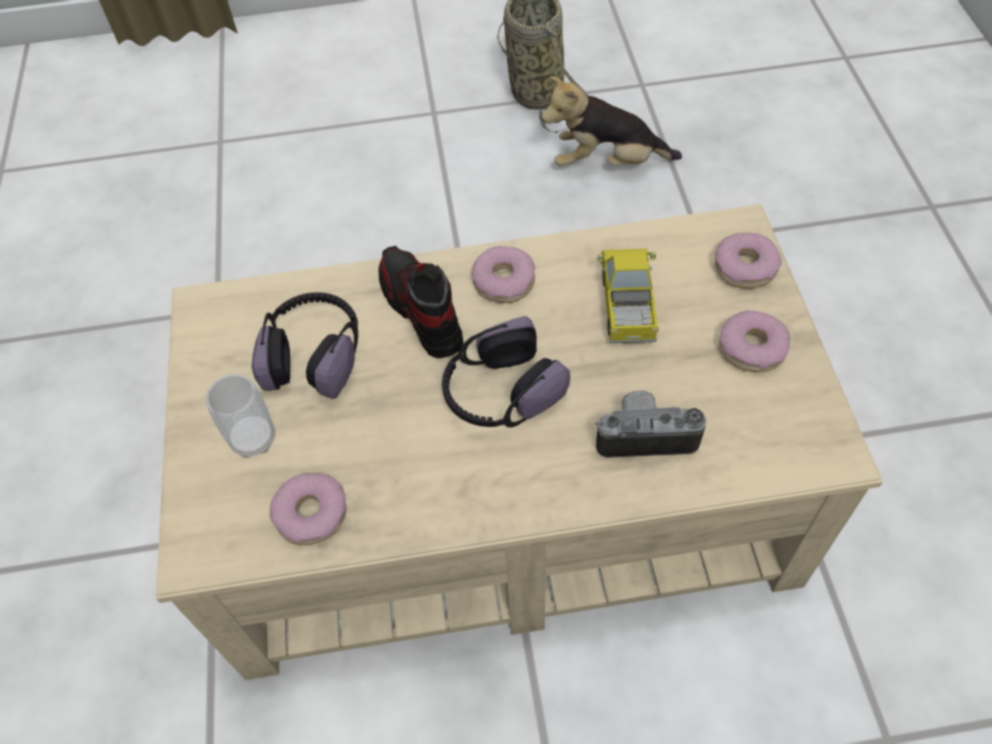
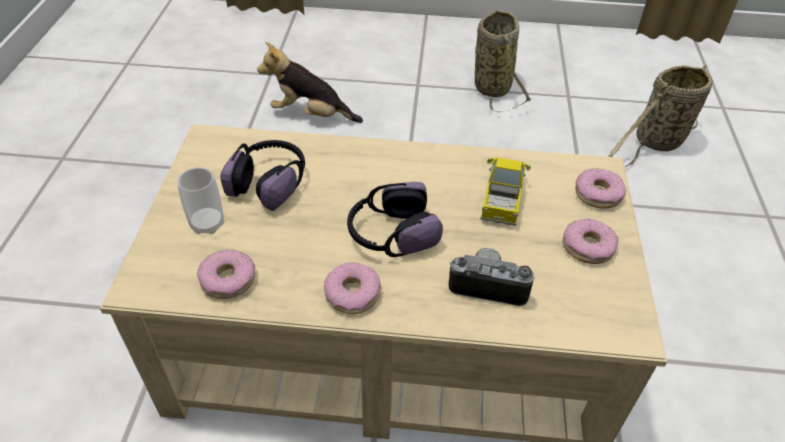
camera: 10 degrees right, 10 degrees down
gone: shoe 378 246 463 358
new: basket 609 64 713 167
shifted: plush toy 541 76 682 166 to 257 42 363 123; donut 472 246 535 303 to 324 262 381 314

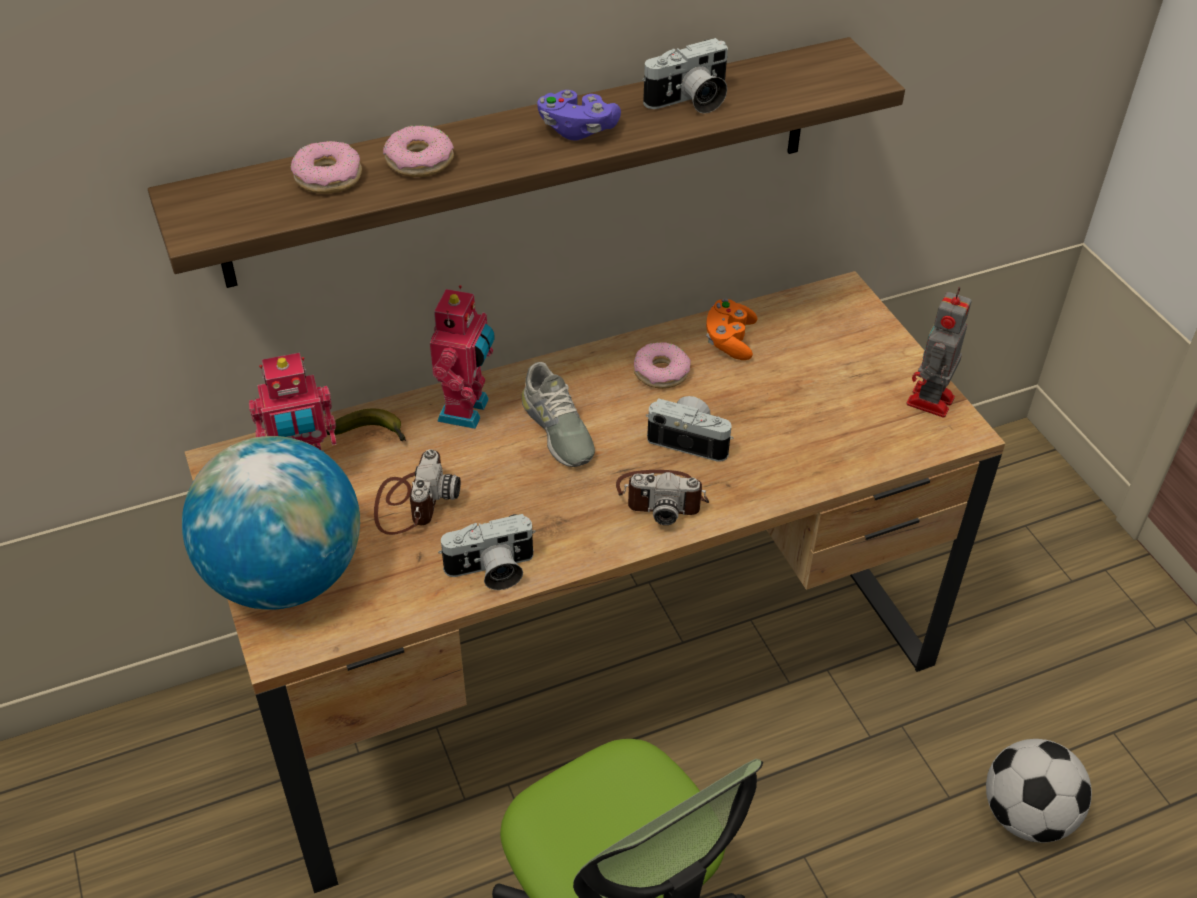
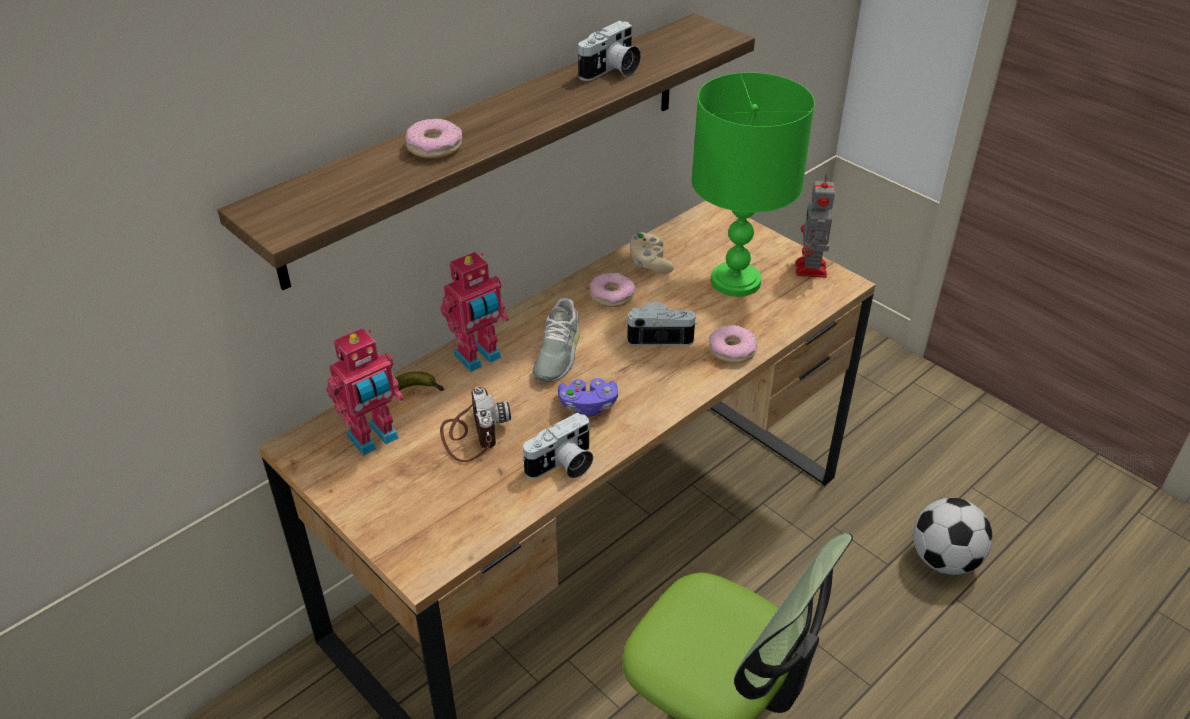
camera: 20 degrees left, 5 degrees down
gone: globe 182 436 360 610; photo camera 616 470 709 525
new: green table lamp 692 72 815 297
shifted: purple game controller 537 90 621 141 to 558 378 618 417; donut 290 141 362 194 to 709 325 757 363
repainted: orange game controller 706 299 757 360 to beige game controller 630 232 674 274
rotated: toy robot 430 285 495 429 = 440 252 509 372 60 degrees clockwise; grey shoe 521 362 595 467 = 532 298 580 382 60 degrees clockwise

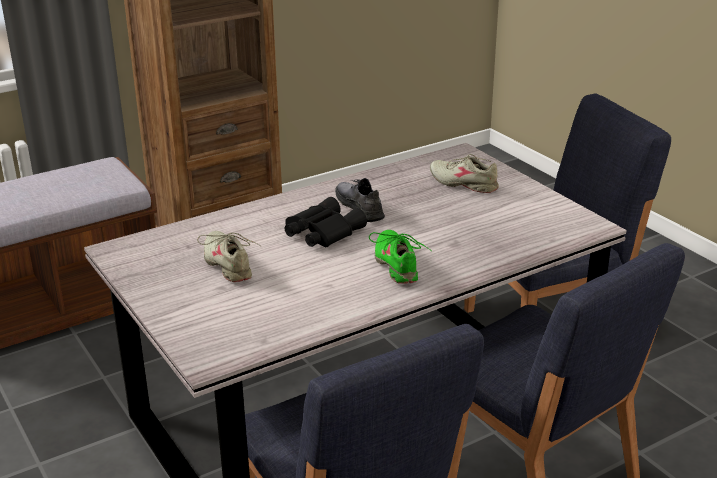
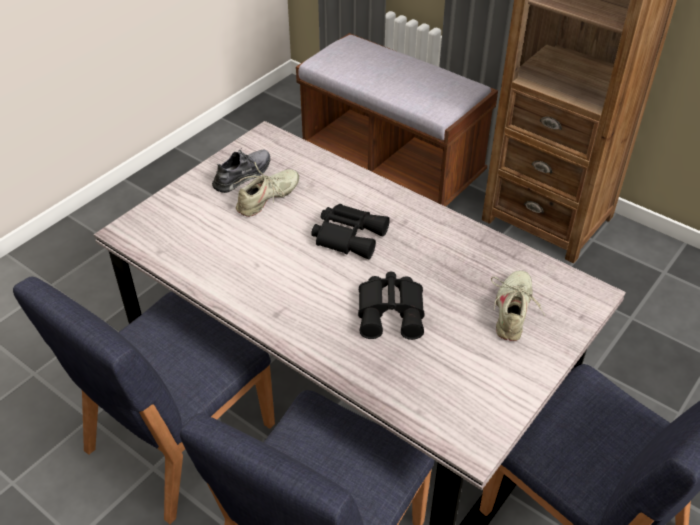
camera: 70 degrees right, 15 degrees up
gone: green shoe 369 230 431 284
new: black binoculars 358 272 424 340
shifted: grey shoe 335 178 385 222 to 212 149 270 193

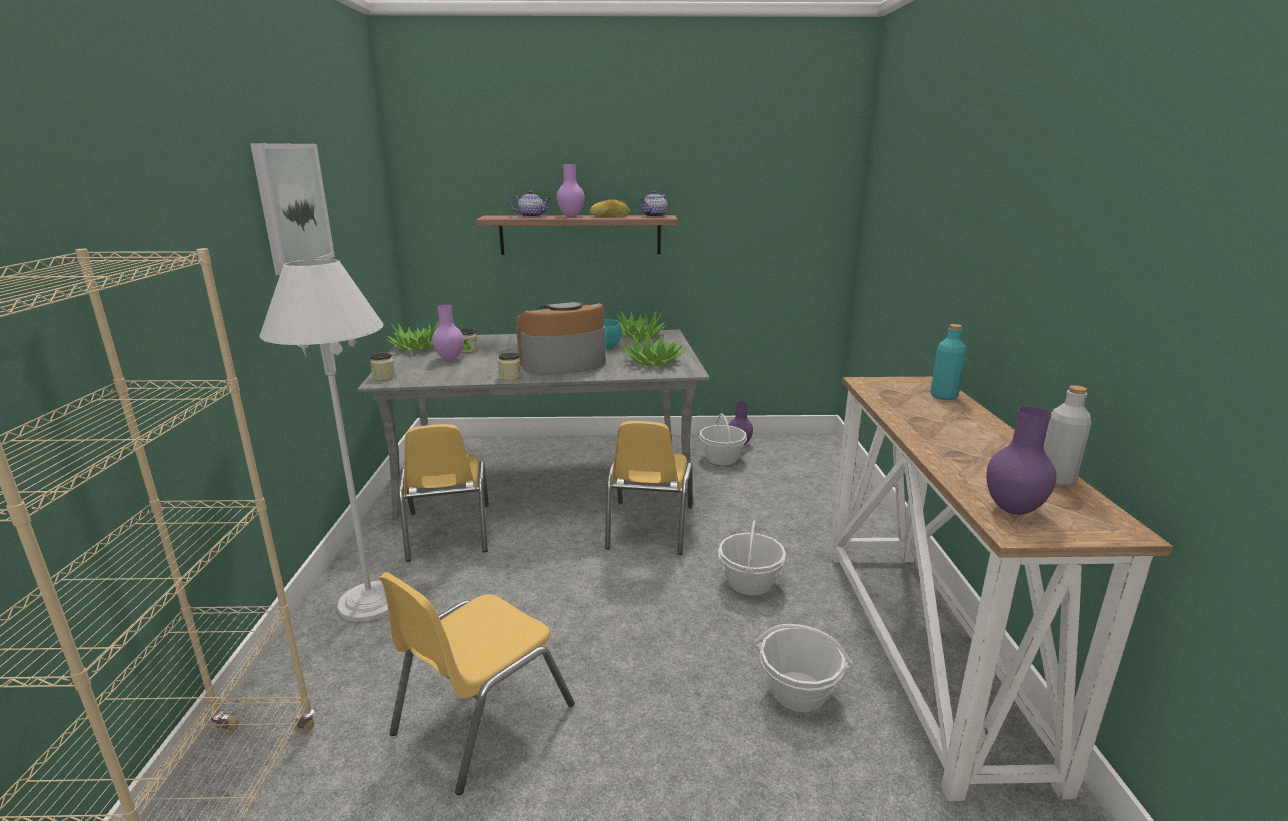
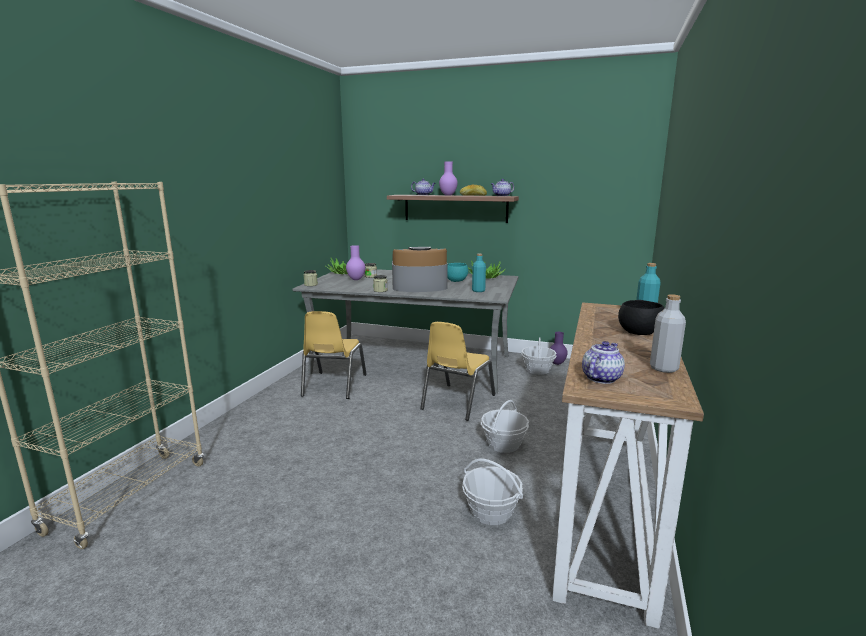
camera: 20 degrees right, 5 degrees down
gone: picture 250 143 335 275; white floor lamp 259 258 389 622; yellow chair 379 572 574 795
new: black bowl 618 300 665 335
swapped: potted plant 621 331 686 367 to turquoise bottle 472 254 486 292; purple vase 986 406 1057 515 to teapot 582 341 625 384

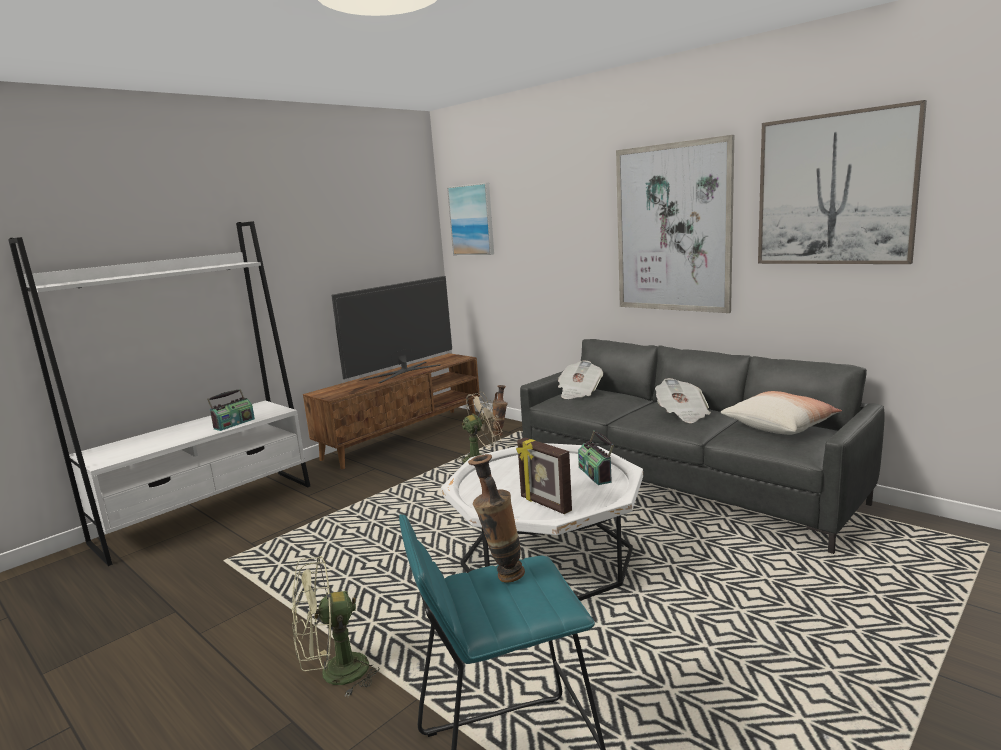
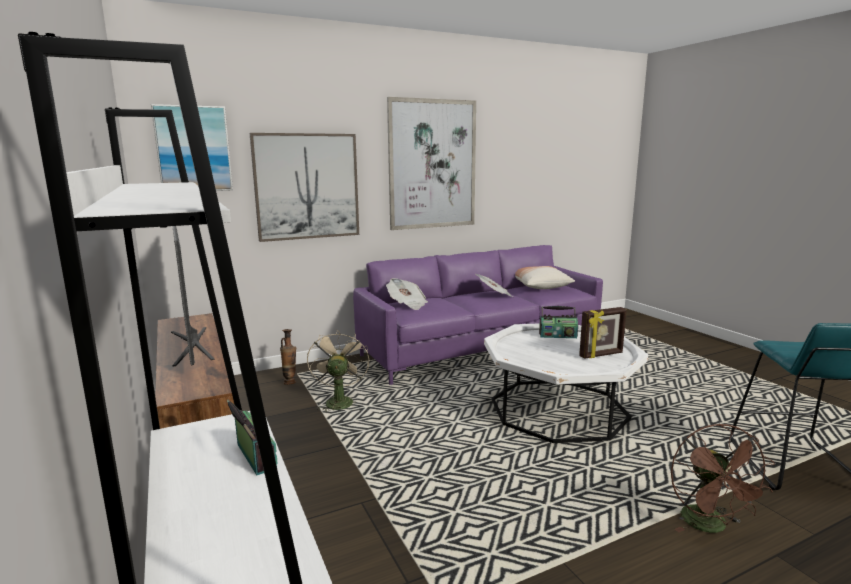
camera: 70 degrees left, 0 degrees up
gone: vase 468 454 525 583
shifted: picture 758 100 927 264 to 250 133 359 242
repainted: grey sofa 520 339 884 554 to purple sofa 353 245 603 385; green fan 292 556 380 697 to brown fan 671 424 775 533

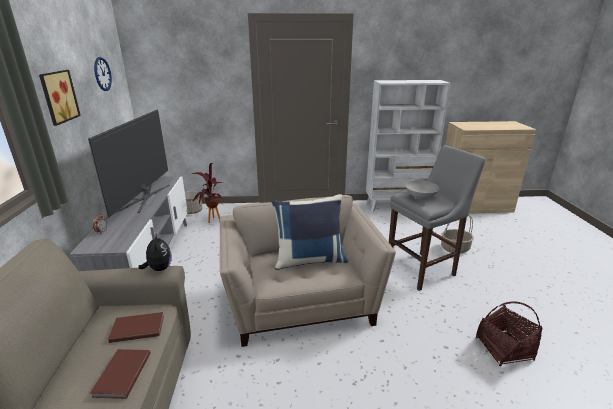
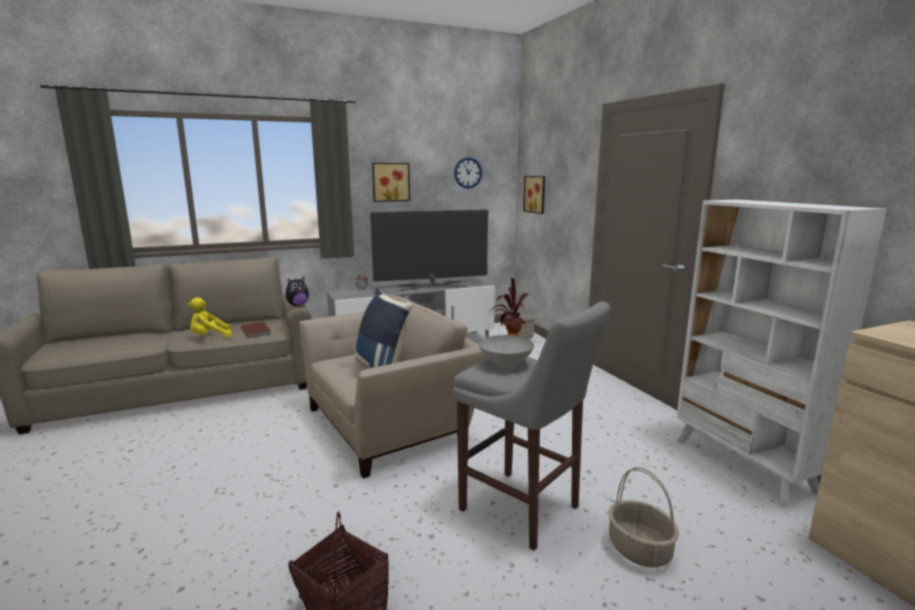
camera: 70 degrees right, 10 degrees down
new: picture 523 176 545 214
swapped: brown book 90 349 151 399 to yellow plush toy 187 297 232 338

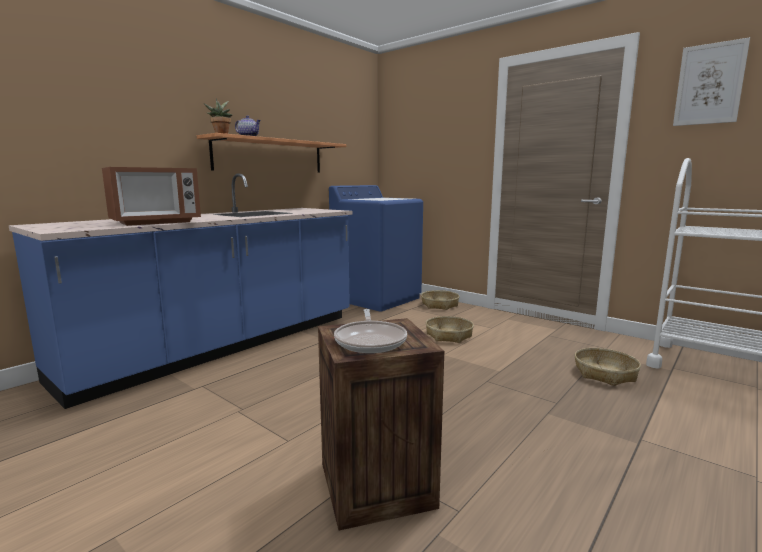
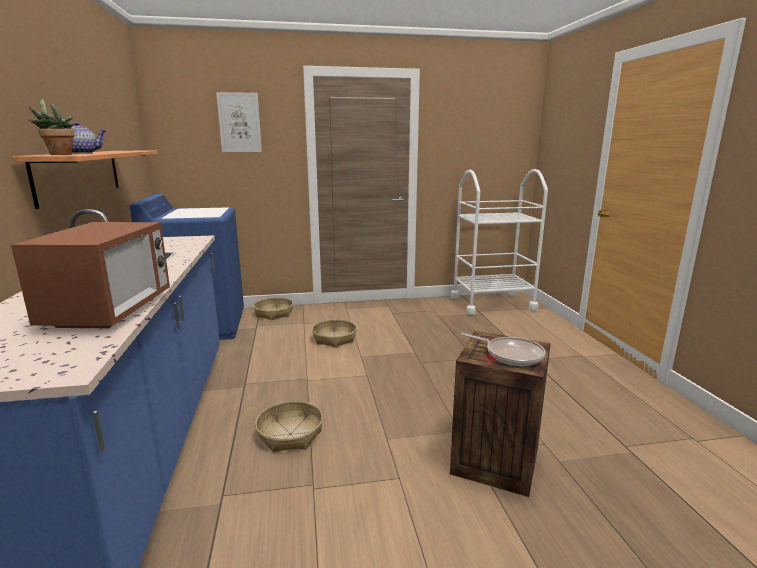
camera: 50 degrees left, 5 degrees up
shifted: picture 673 37 750 126 to 216 92 262 152; basket 574 348 641 386 to 255 401 323 453

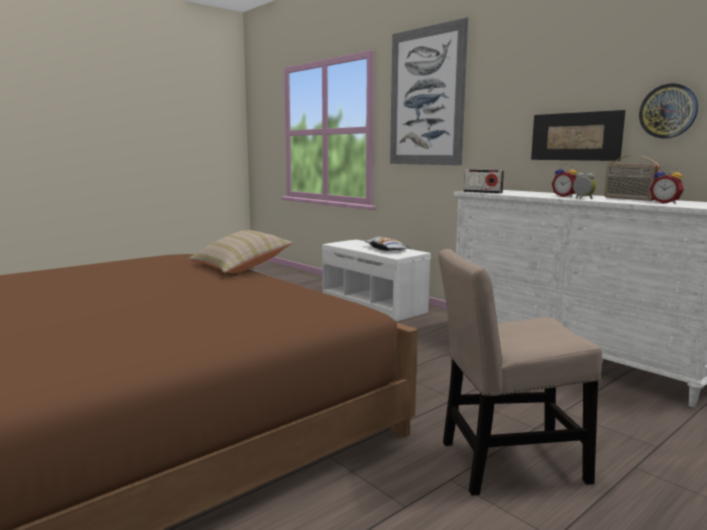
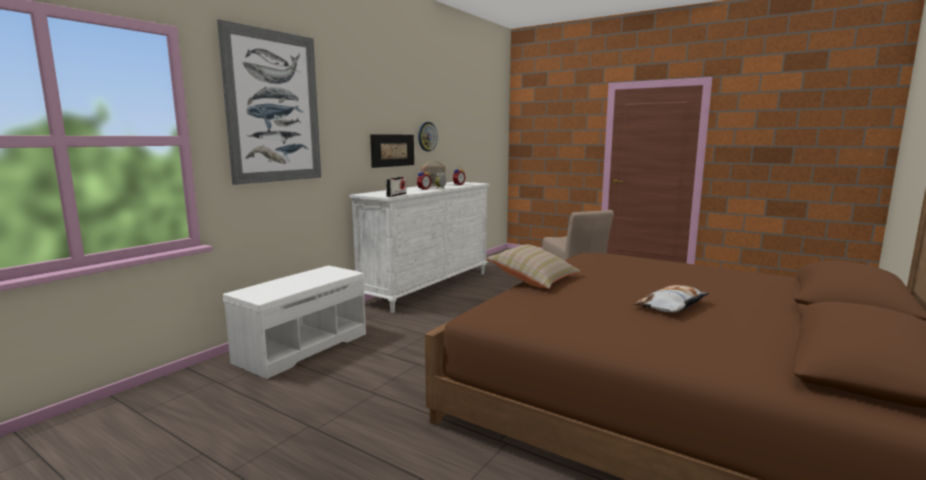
camera: 105 degrees left, 0 degrees up
shifted: pillow 365 237 411 251 to 634 285 709 313

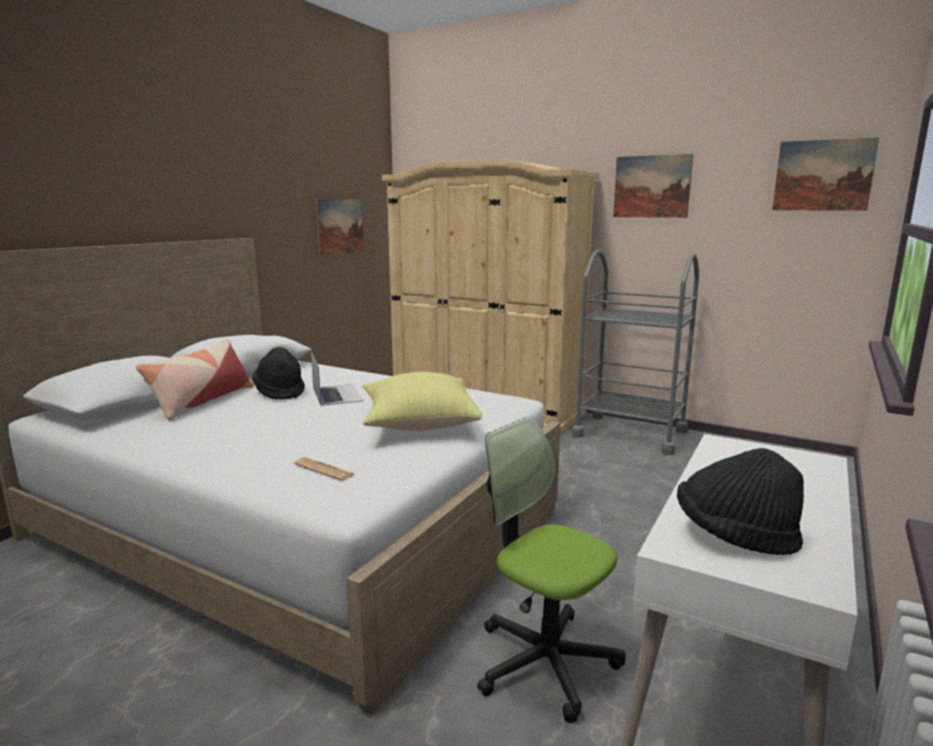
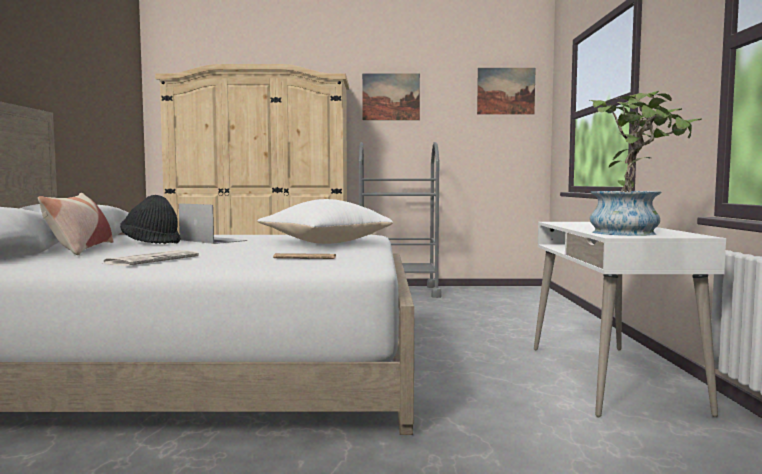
camera: 30 degrees left, 10 degrees down
gone: picture 316 199 364 255; office chair 477 417 626 723
new: newspaper 102 250 199 266
swapped: black hat 677 448 804 555 to potted plant 590 91 702 236
repainted: yellow pillow 362 372 482 431 to white pillow 257 199 393 244

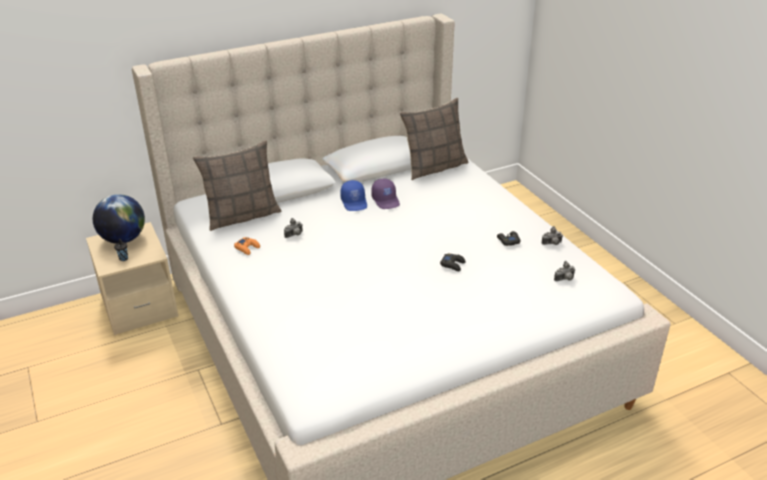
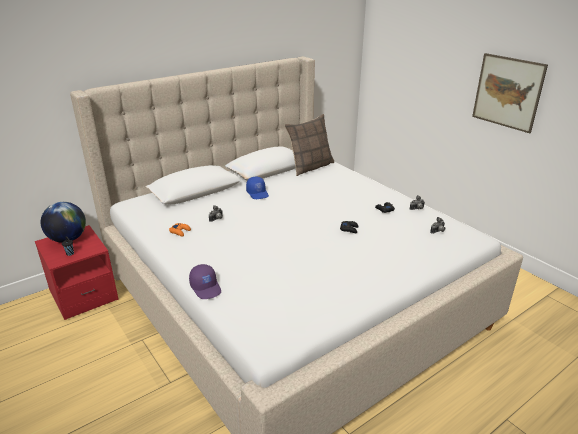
camera: 10 degrees left, 5 degrees down
gone: pillow 193 140 281 231
new: picture 472 53 548 133
shifted: purple cap 371 179 400 209 to 189 264 221 299
repainted: beige nightstand 86 222 178 335 to red nightstand 35 225 119 320

